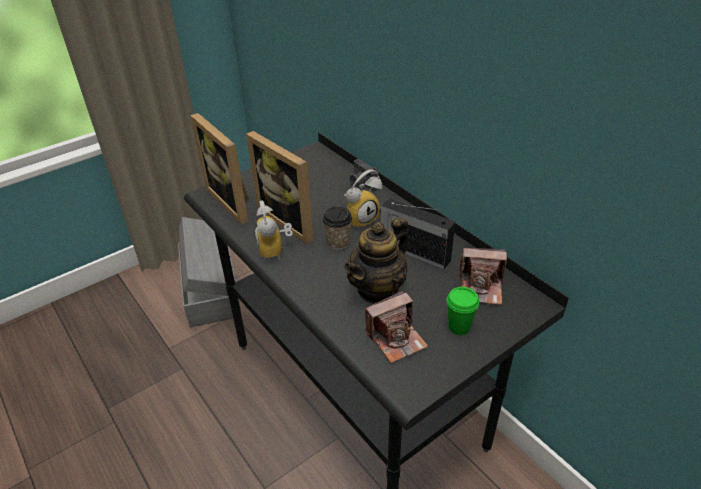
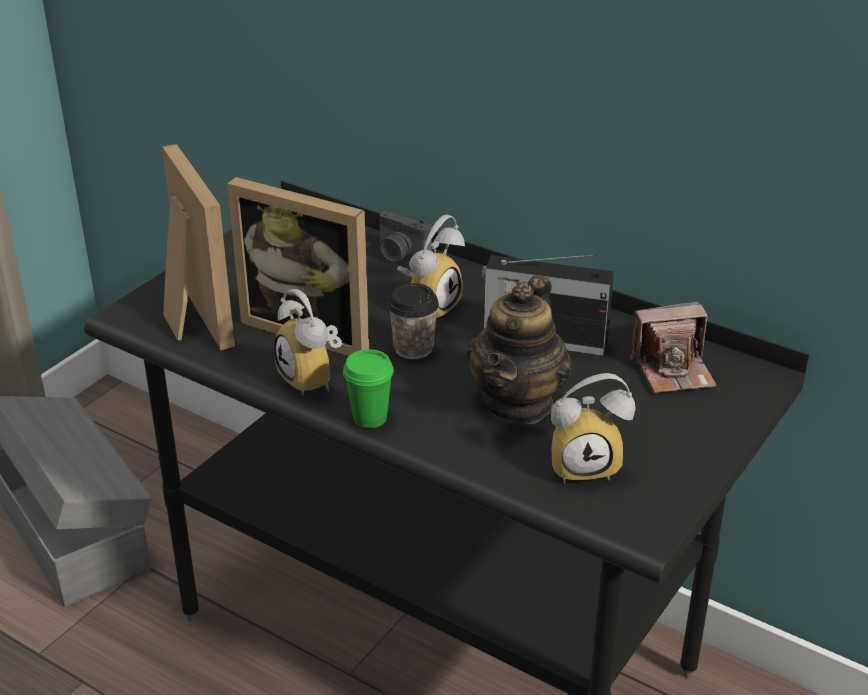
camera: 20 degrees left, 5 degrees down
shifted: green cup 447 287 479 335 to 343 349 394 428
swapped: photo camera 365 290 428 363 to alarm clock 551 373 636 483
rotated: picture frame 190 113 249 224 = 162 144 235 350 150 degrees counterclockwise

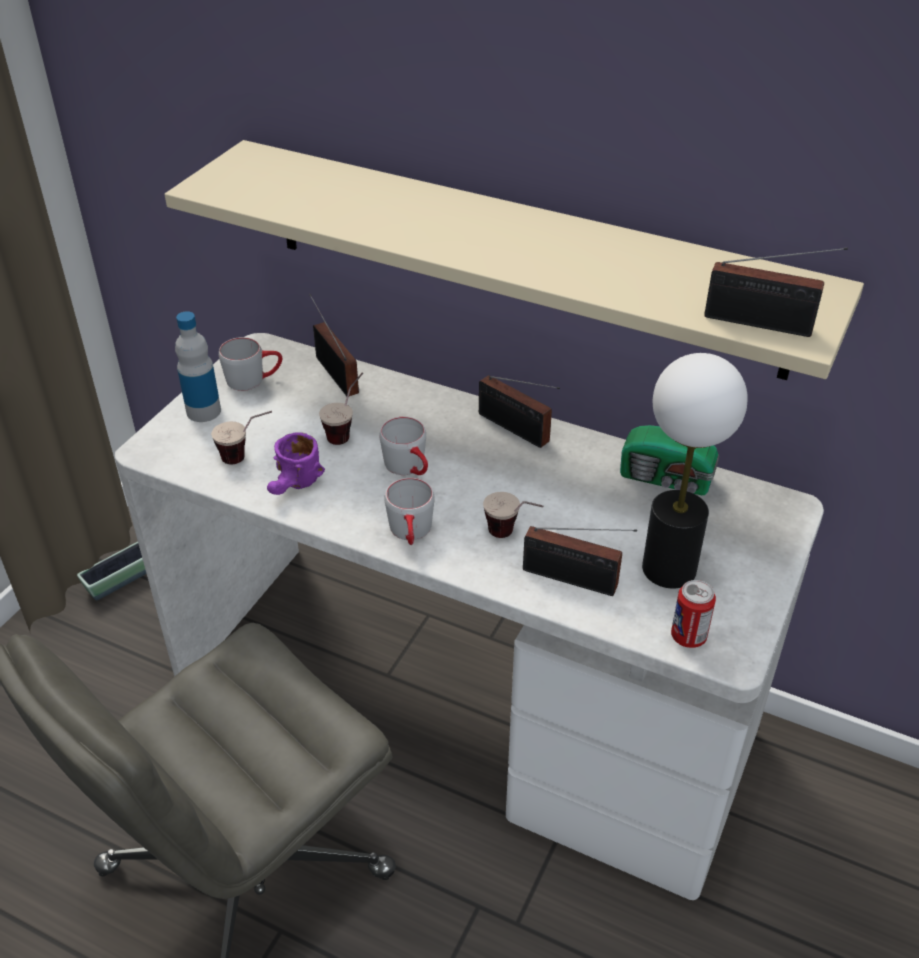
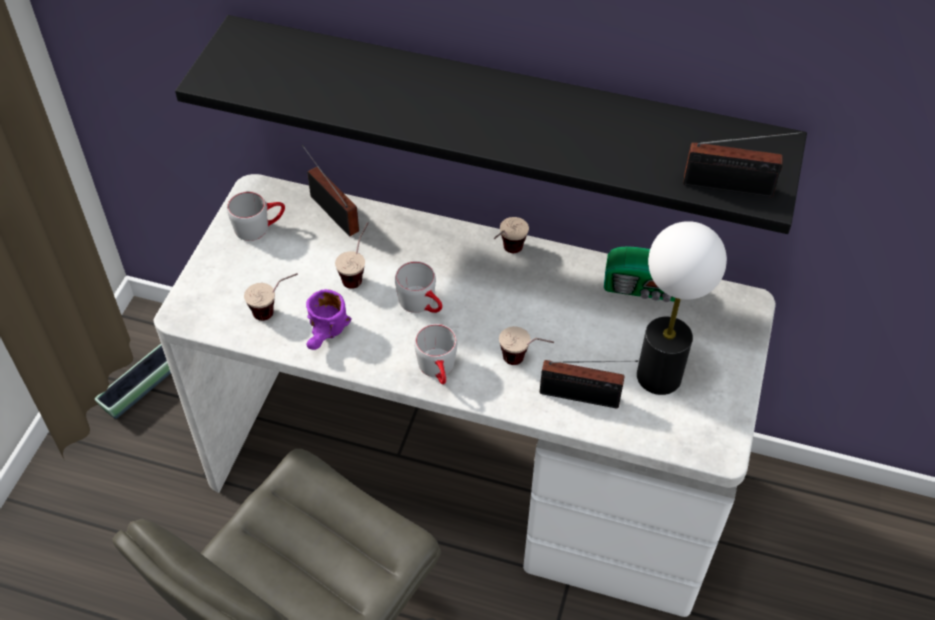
camera: 10 degrees left, 10 degrees up
gone: bottle 175 311 221 422; can 671 580 716 648
swapped: radio 479 375 560 448 to cup 494 217 529 253
repainted: beige shelf 164 140 864 380 to black shelf 175 15 807 234

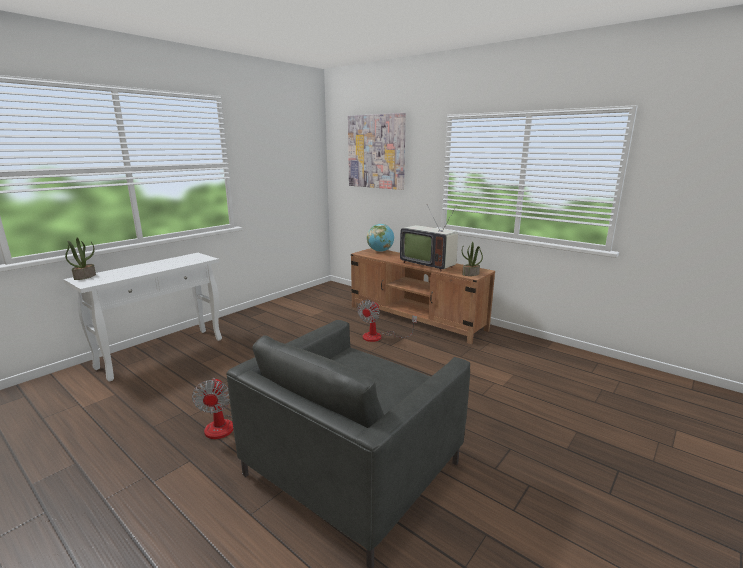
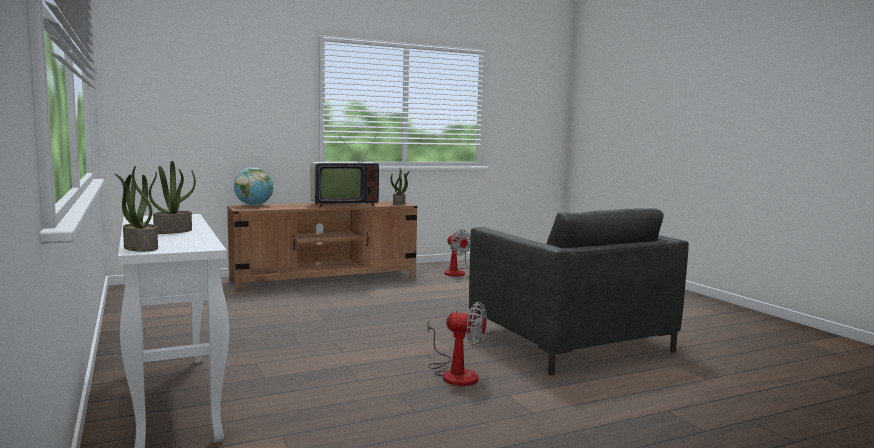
camera: 65 degrees left, 10 degrees down
gone: picture 348 113 406 190
new: potted plant 149 161 196 234
shifted: fan 357 300 417 342 to 445 230 470 276

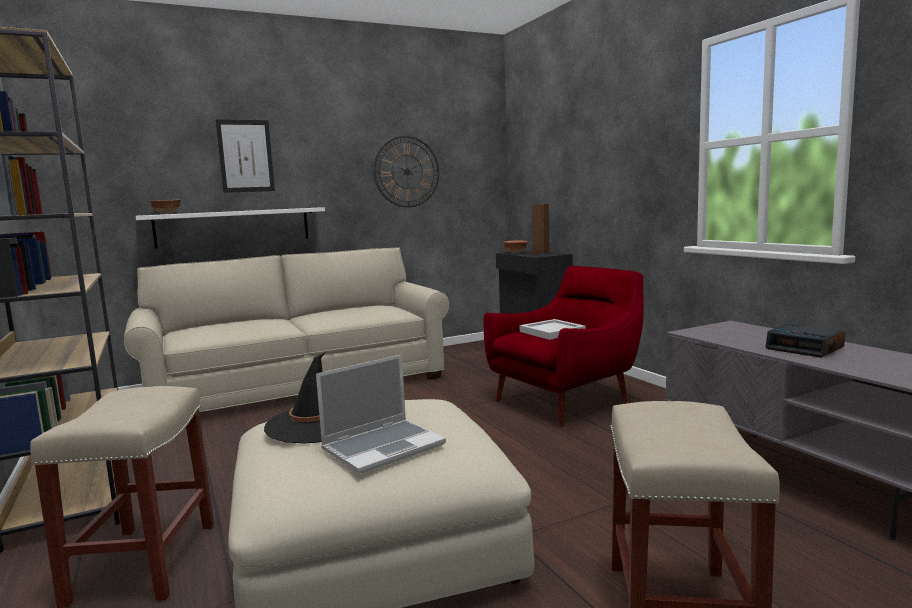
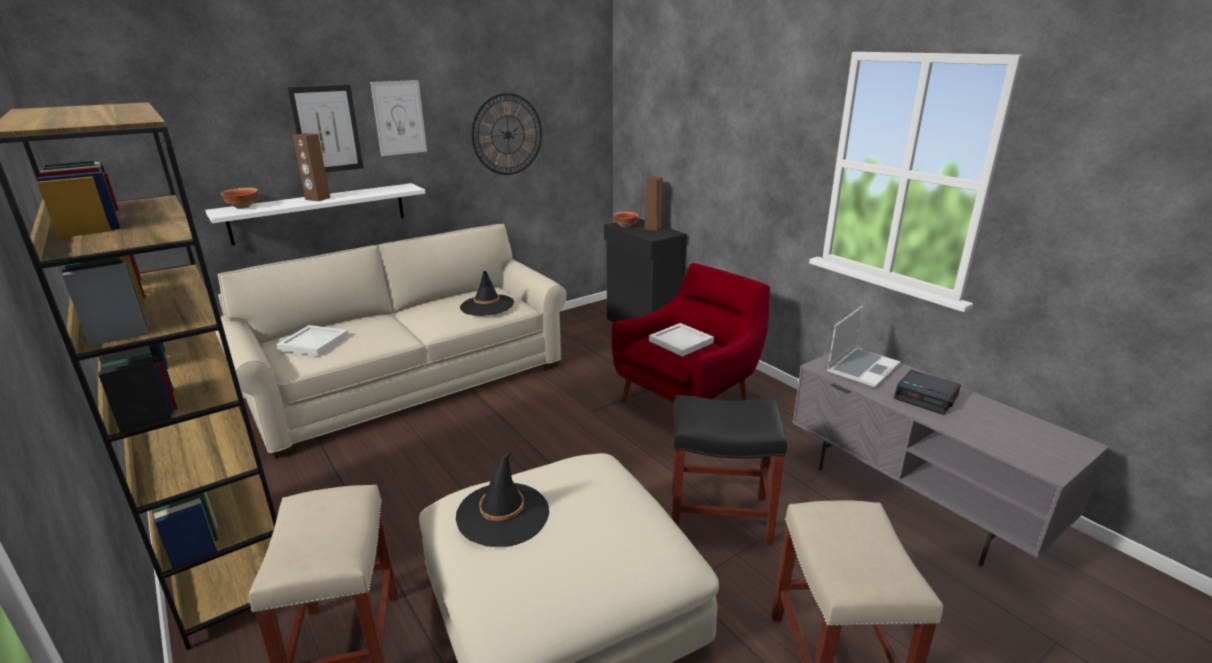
camera: 10 degrees left, 15 degrees up
new: picture 370 80 427 156; brown speaker 292 133 330 201; black hat 460 271 514 316; white tray 277 325 349 356; black stool 672 395 787 545
shifted: laptop 316 354 446 474 to 827 306 901 388

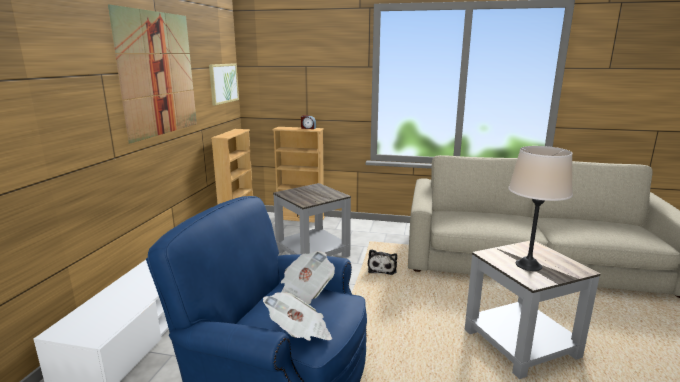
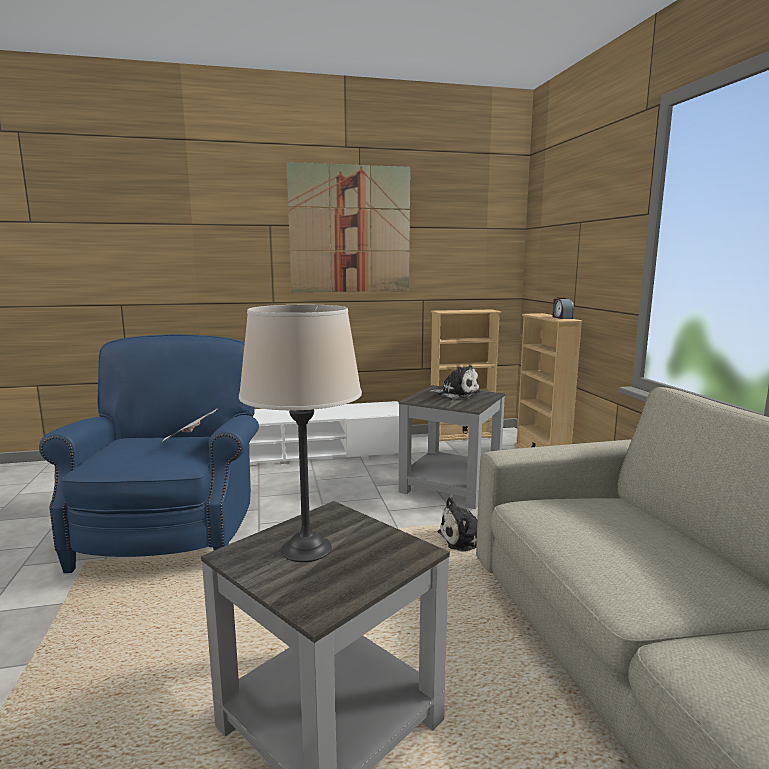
camera: 65 degrees right, 5 degrees down
gone: picture 209 63 239 105; newspaper 263 292 332 341
new: plush toy 430 365 480 399

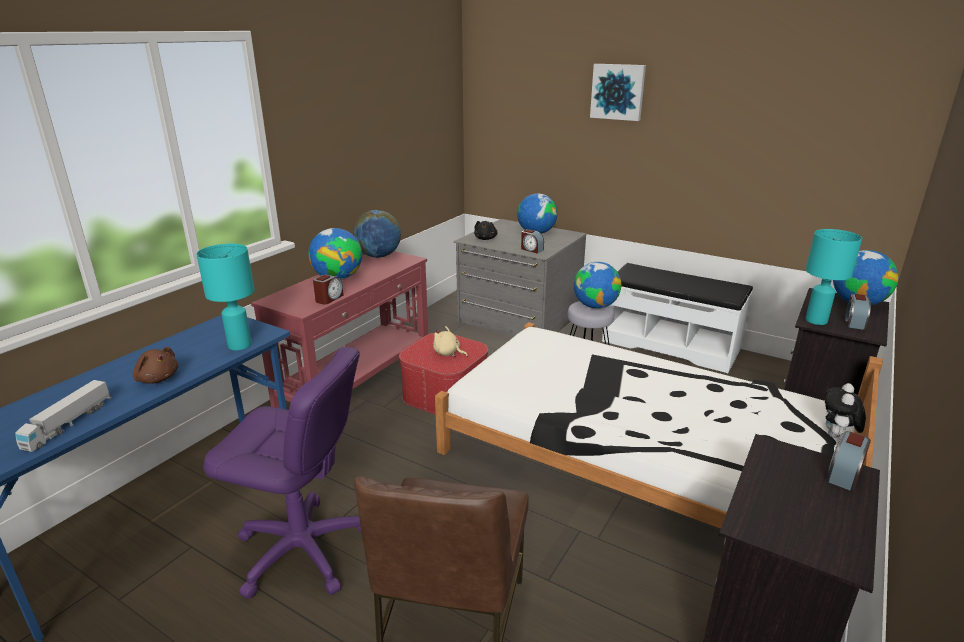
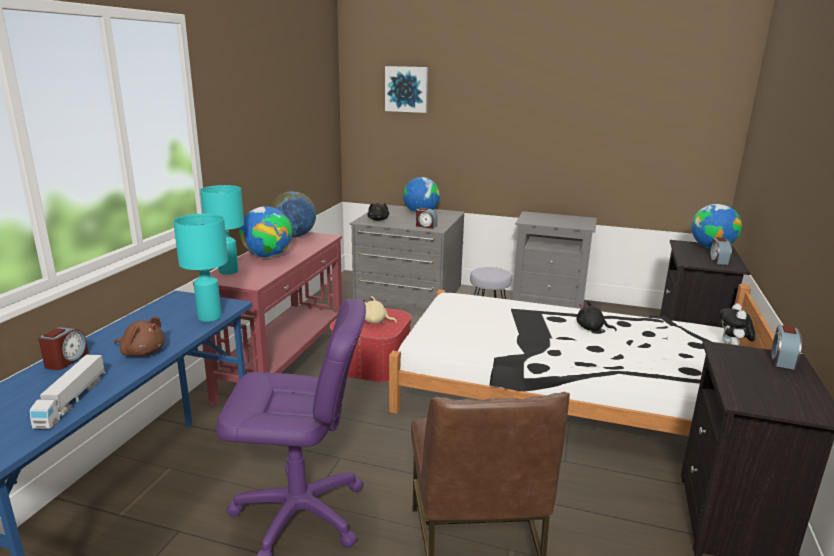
camera: 15 degrees left, 5 degrees down
gone: globe 574 262 621 309
new: black plush toy 576 301 617 332
shifted: picture 590 64 646 121 to 385 66 428 113; turquoise table lamp 805 229 862 325 to 200 185 244 275; alarm clock 313 274 344 304 to 38 327 88 370
swapped: white bench 602 263 753 373 to grey nightstand 512 211 597 309

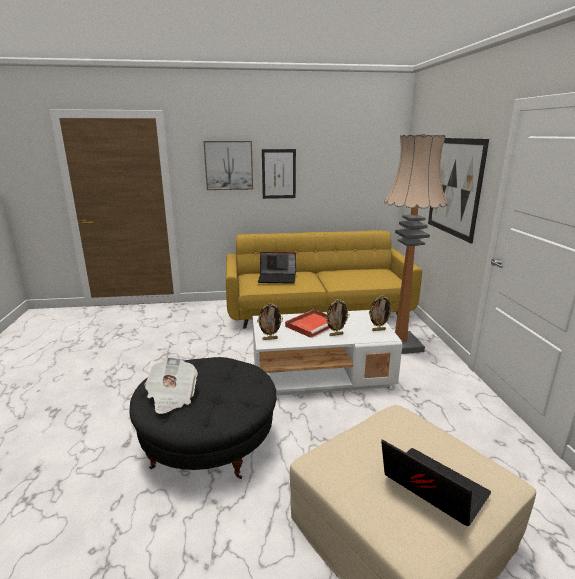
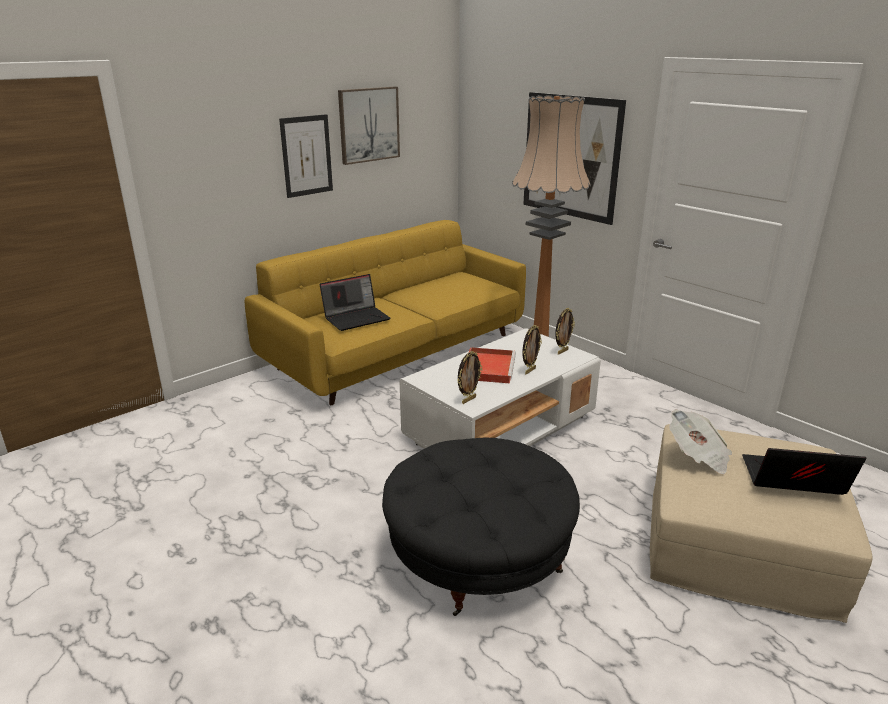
camera: 35 degrees left, 5 degrees up
shifted: picture 204 141 253 190 to 338 87 400 165; newspaper 145 357 198 414 to 669 409 732 474

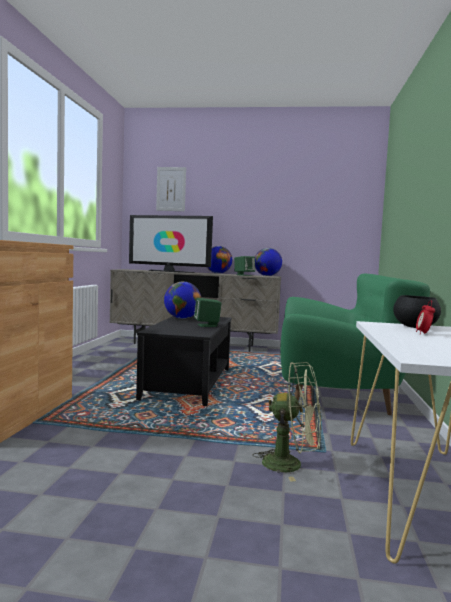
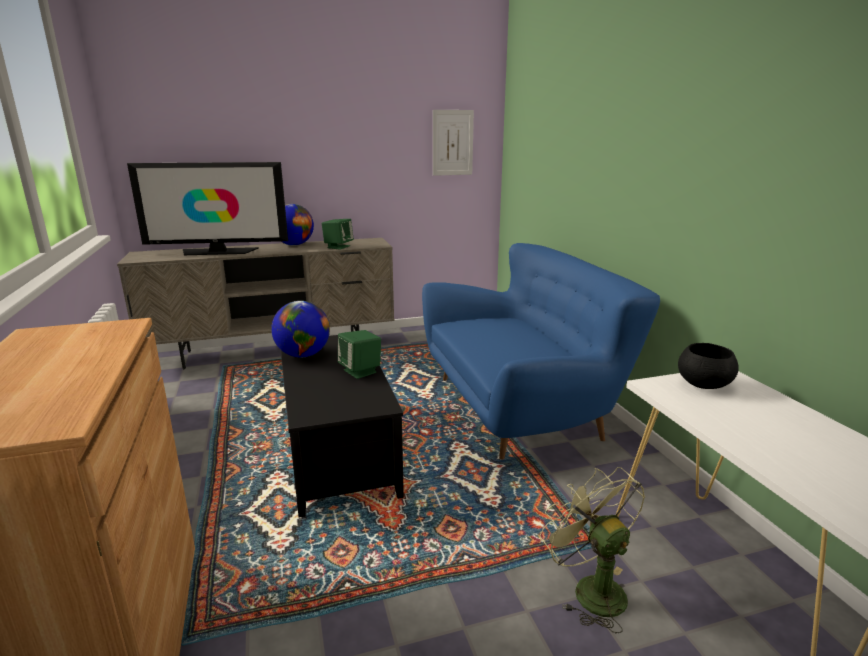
camera: 25 degrees left, 15 degrees up
gone: globe 255 248 282 276; alarm clock 416 300 435 334
shifted: picture 156 167 186 211 to 433 110 474 176
repainted: green sofa 280 273 430 415 to blue sofa 422 243 660 459
rotated: green fan 252 362 321 482 = 540 467 645 633 105 degrees counterclockwise

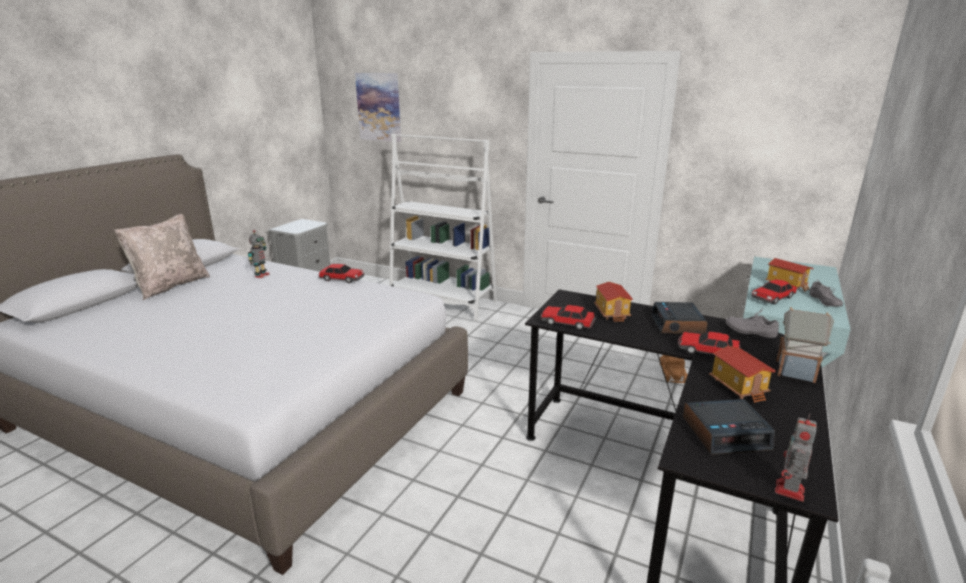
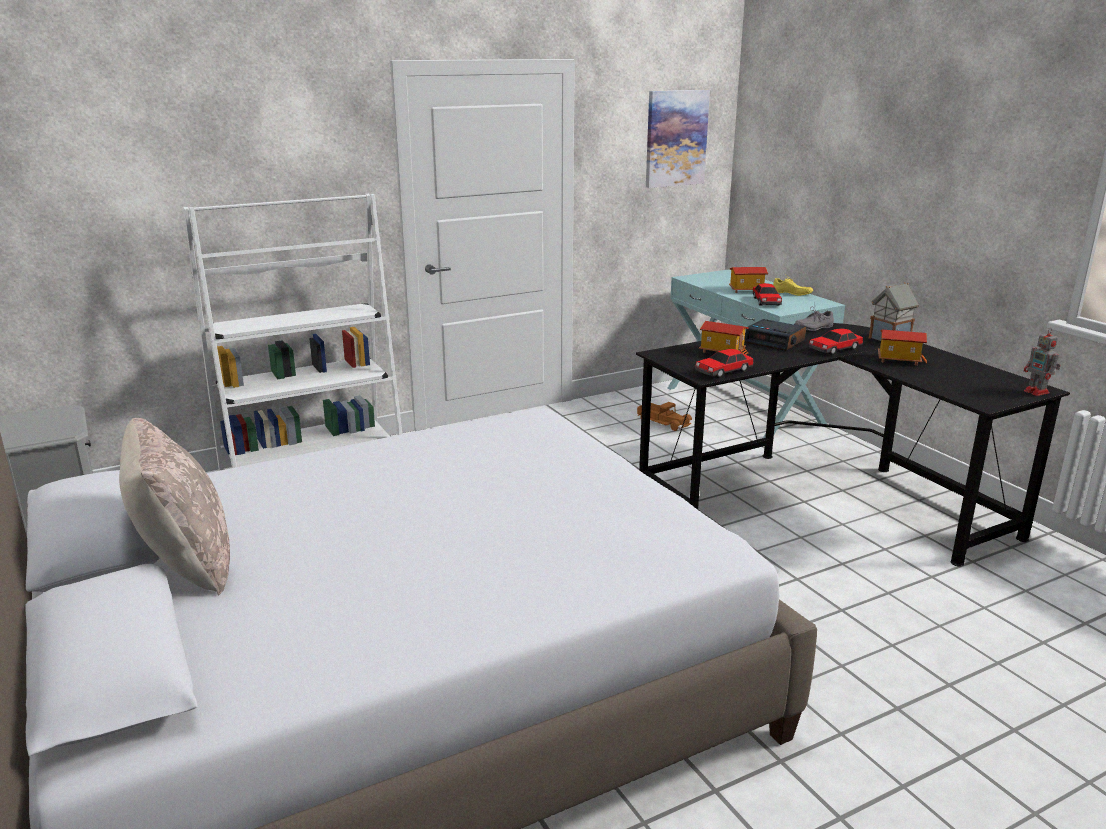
camera: 55 degrees left, 0 degrees up
gone: toy robot 248 230 269 278; toy car 319 264 364 283; alarm clock 683 399 775 455
shifted: picture 355 73 401 142 to 646 90 710 188
repainted: grey shoe 809 279 843 307 to yellow shoe 773 275 813 296

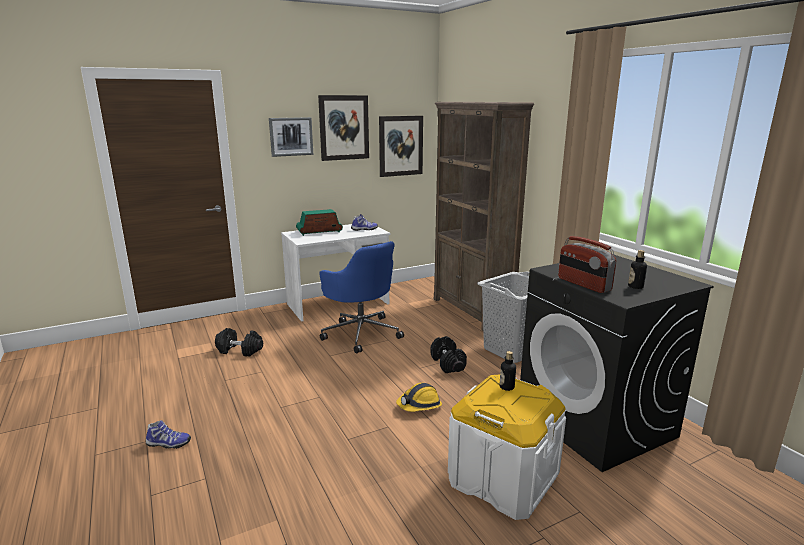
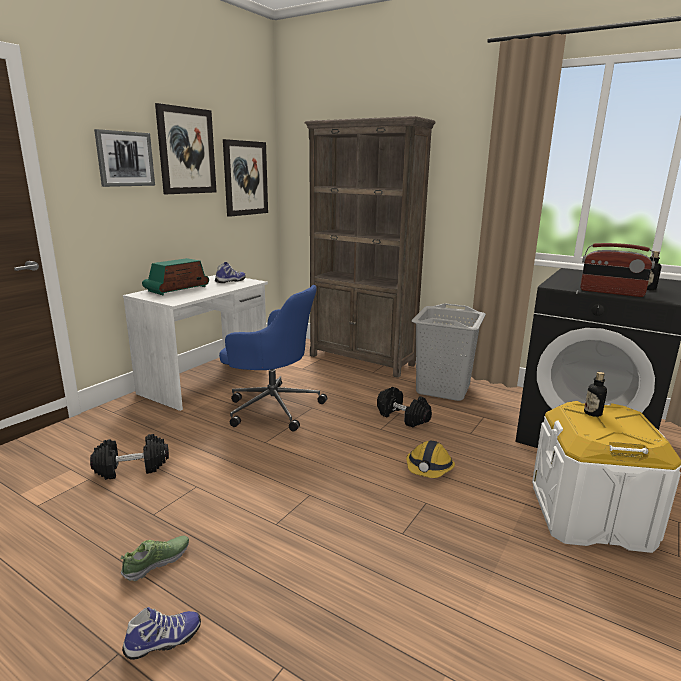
camera: 30 degrees left, 0 degrees up
new: shoe 121 536 189 581

